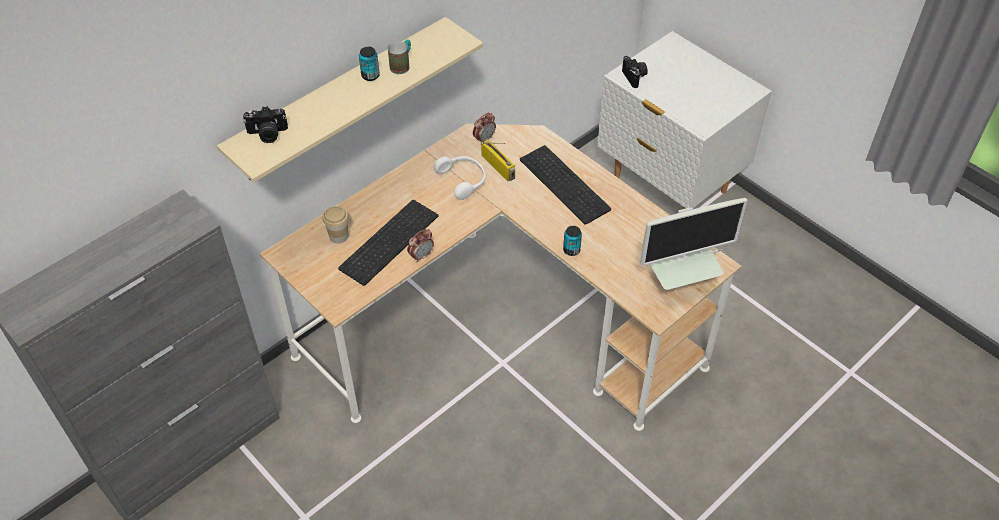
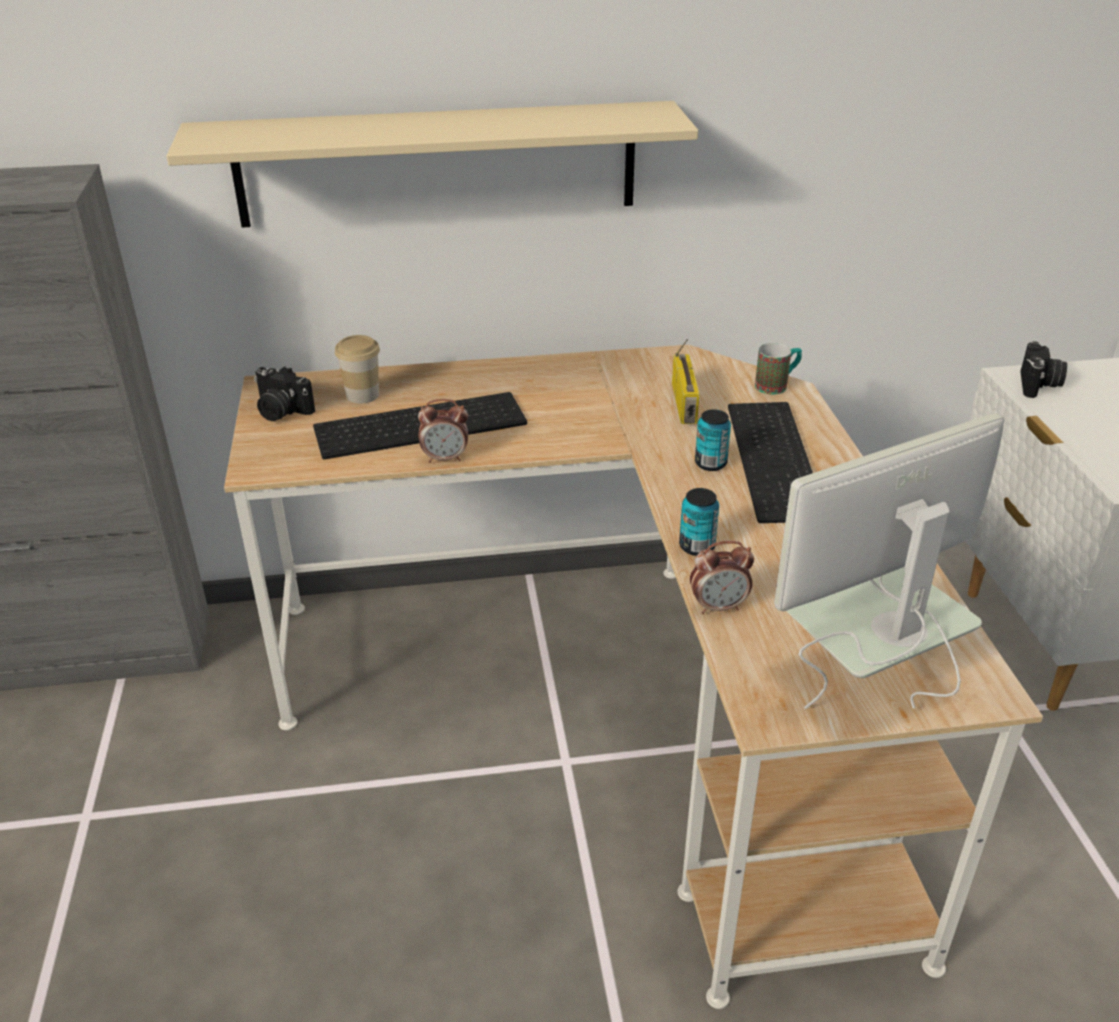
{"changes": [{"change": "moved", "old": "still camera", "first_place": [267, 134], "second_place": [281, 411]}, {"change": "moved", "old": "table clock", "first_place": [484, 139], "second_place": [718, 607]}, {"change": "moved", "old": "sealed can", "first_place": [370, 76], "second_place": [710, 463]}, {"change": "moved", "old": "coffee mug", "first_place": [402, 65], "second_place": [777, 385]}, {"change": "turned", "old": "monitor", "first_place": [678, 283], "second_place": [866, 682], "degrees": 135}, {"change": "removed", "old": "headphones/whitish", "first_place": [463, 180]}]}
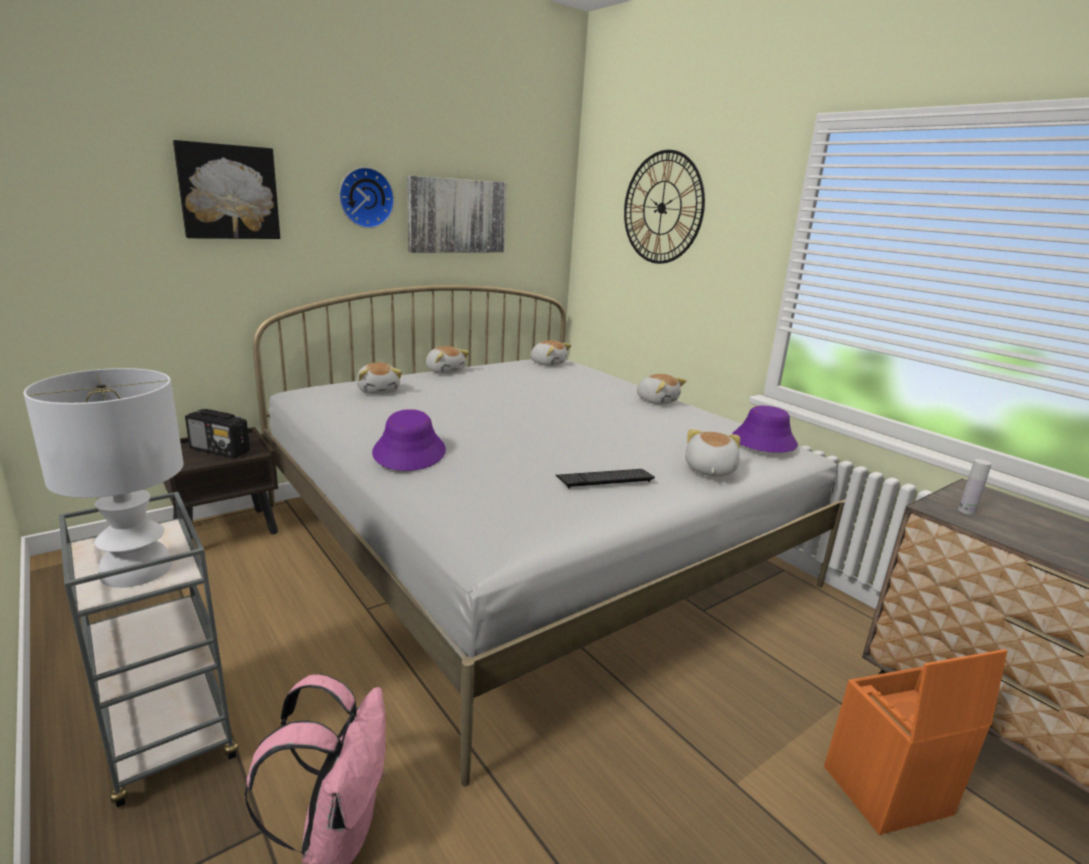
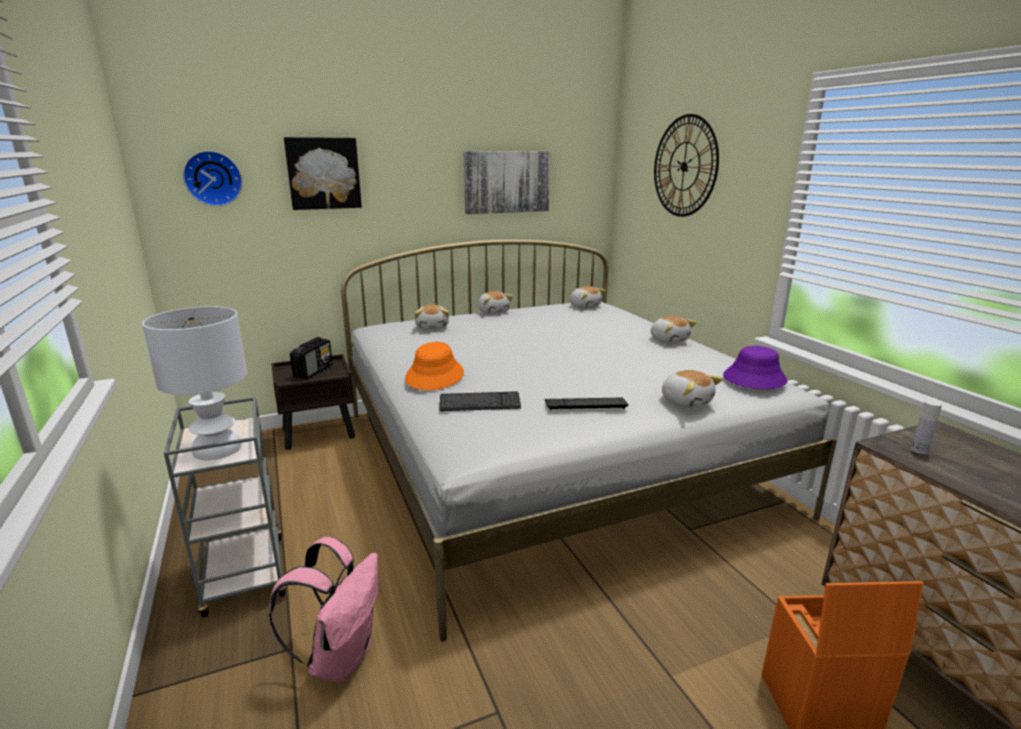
{"changes": [{"change": "moved", "old": "wall clock", "first_place": [365, 197], "second_place": [213, 178]}, {"change": "turned", "old": "radio receiver", "first_place": [220, 450], "second_place": [313, 371], "degrees": -105}, {"change": "recoloured", "old": "hat/purplish", "new": "hat/orange-coloured", "first_place": [409, 452], "second_place": [435, 376]}, {"change": "added", "new": "PC keyboard", "second_place": [480, 403]}, {"change": "turned", "old": "soft toy", "first_place": [709, 470], "second_place": [686, 401], "degrees": 120}]}
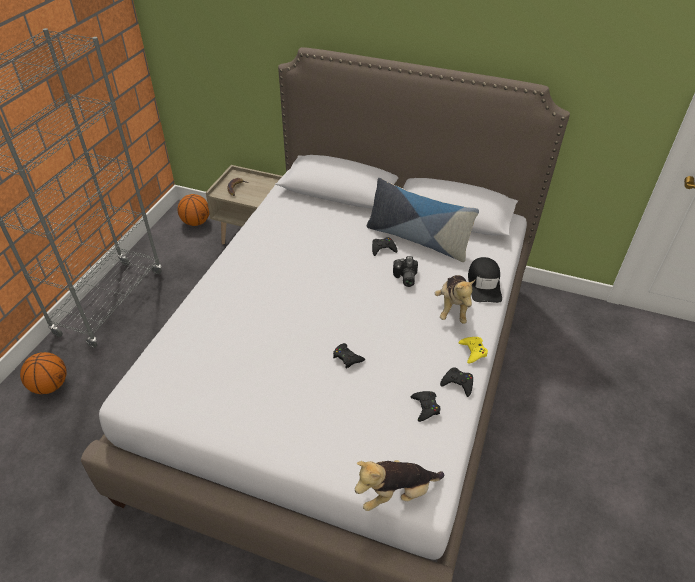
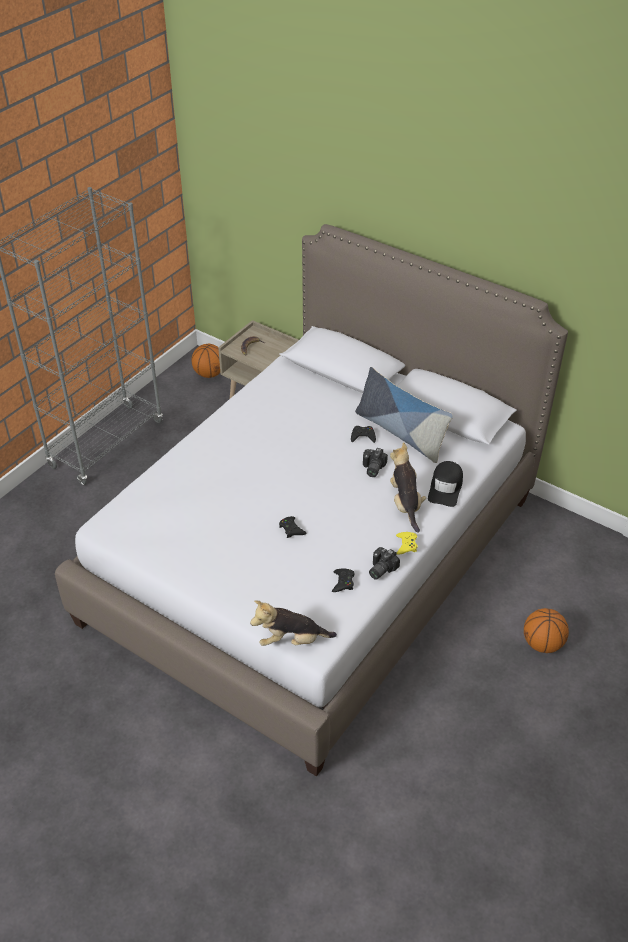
{"changes": [{"change": "replaced", "old": "joypad/black-coloured", "new": "still camera", "first_place": [458, 383], "second_place": [380, 569]}, {"change": "turned", "old": "soft toy", "first_place": [453, 308], "second_place": [405, 504], "degrees": 150}, {"change": "moved", "old": "ball for basketball", "first_place": [50, 386], "second_place": [542, 644]}]}
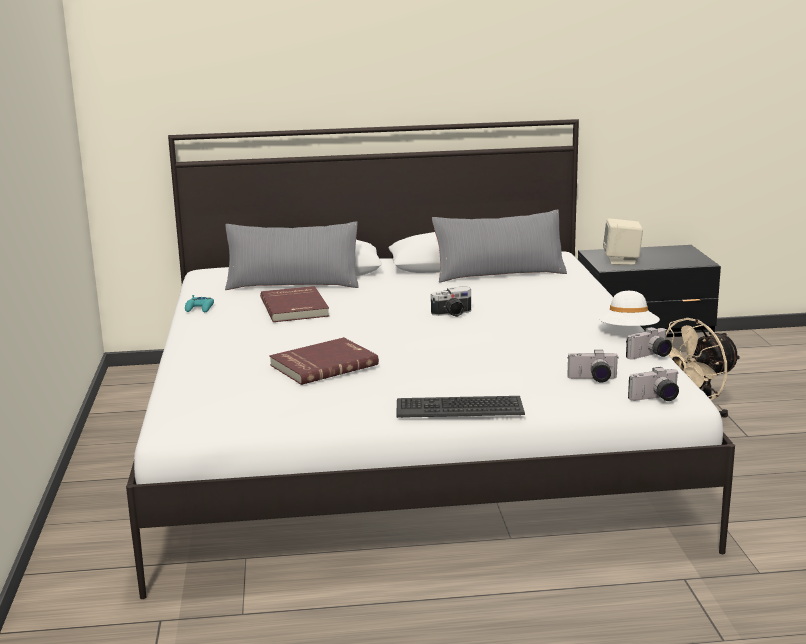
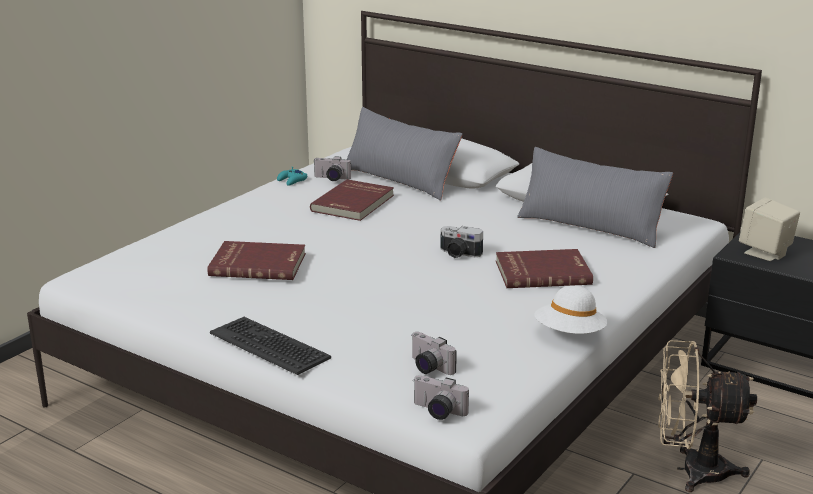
{"changes": [{"change": "moved", "old": "still camera", "first_place": [650, 356], "second_place": [331, 179]}, {"change": "added", "new": "book/reddish", "second_place": [542, 272]}]}
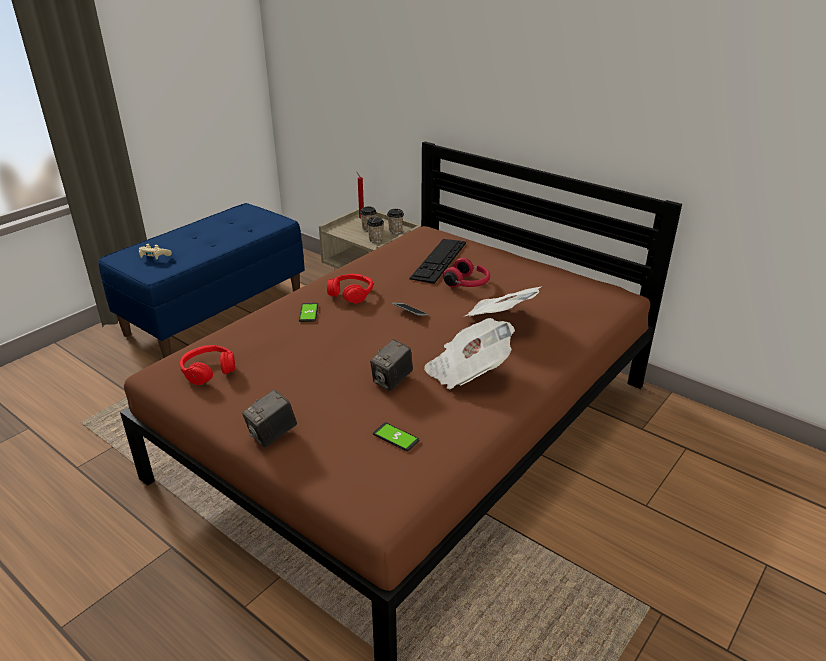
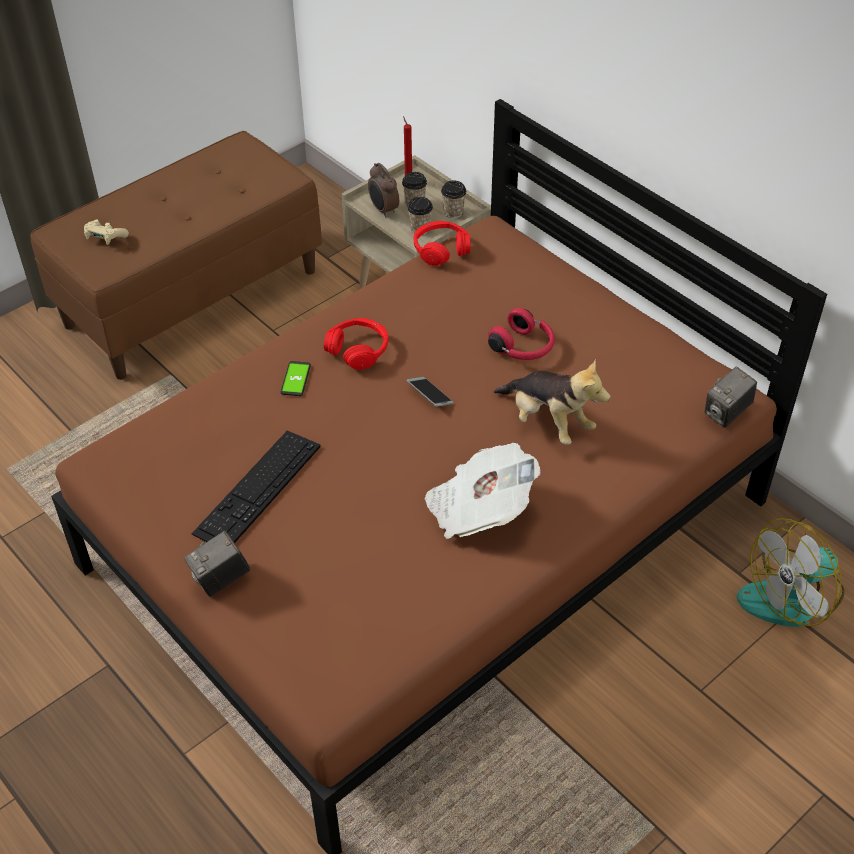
{"changes": [{"change": "recoloured", "old": "long seat/blue-coloured", "new": "long seat/brown", "first_place": [216, 312], "second_place": [192, 297]}, {"change": "moved", "old": "PC keyboard", "first_place": [438, 260], "second_place": [258, 489]}, {"change": "added", "new": "table clock", "second_place": [383, 210]}, {"change": "moved", "old": "headphones/reddish", "first_place": [208, 370], "second_place": [441, 250]}, {"change": "replaced", "old": "printed paper", "new": "soft toy", "first_place": [500, 319], "second_place": [548, 422]}, {"change": "moved", "old": "still camera", "first_place": [392, 381], "second_place": [726, 413]}, {"change": "added", "new": "fan", "second_place": [792, 596]}, {"change": "removed", "old": "telephone", "first_place": [396, 437]}]}
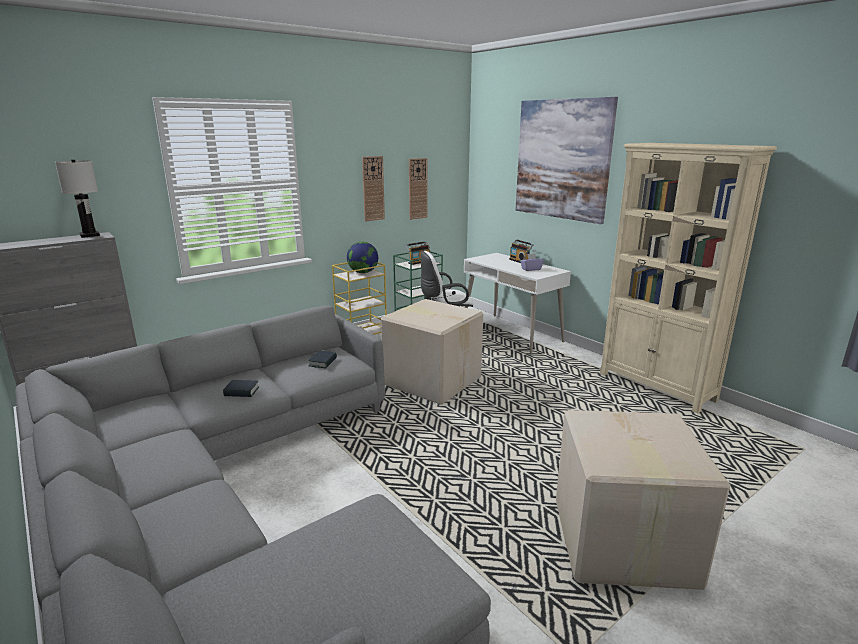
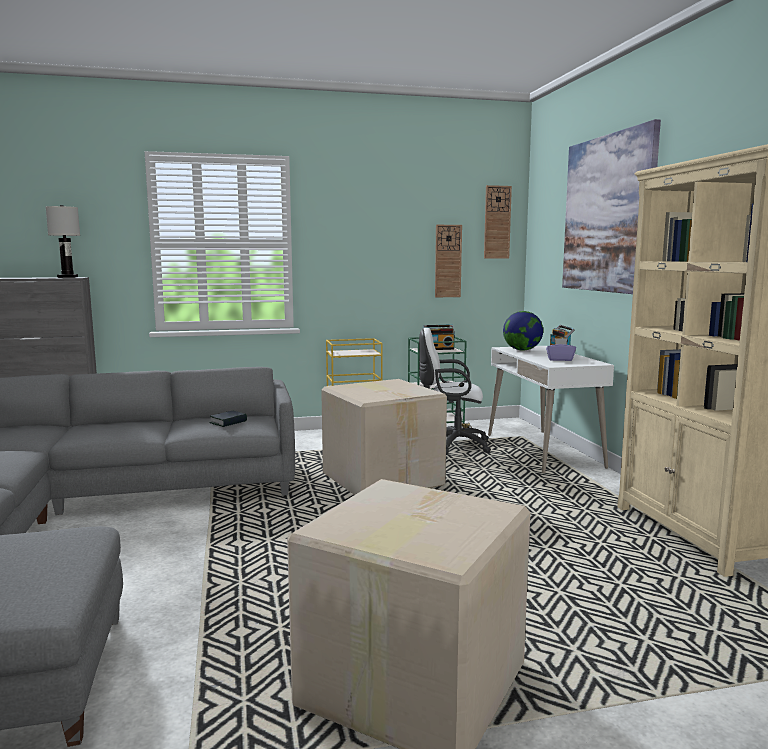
{"changes": [{"change": "moved", "old": "wall clock", "first_place": [373, 188], "second_place": [497, 222]}, {"change": "moved", "old": "world globe", "first_place": [363, 272], "second_place": [522, 350]}, {"change": "removed", "old": "book", "first_place": [241, 392]}]}
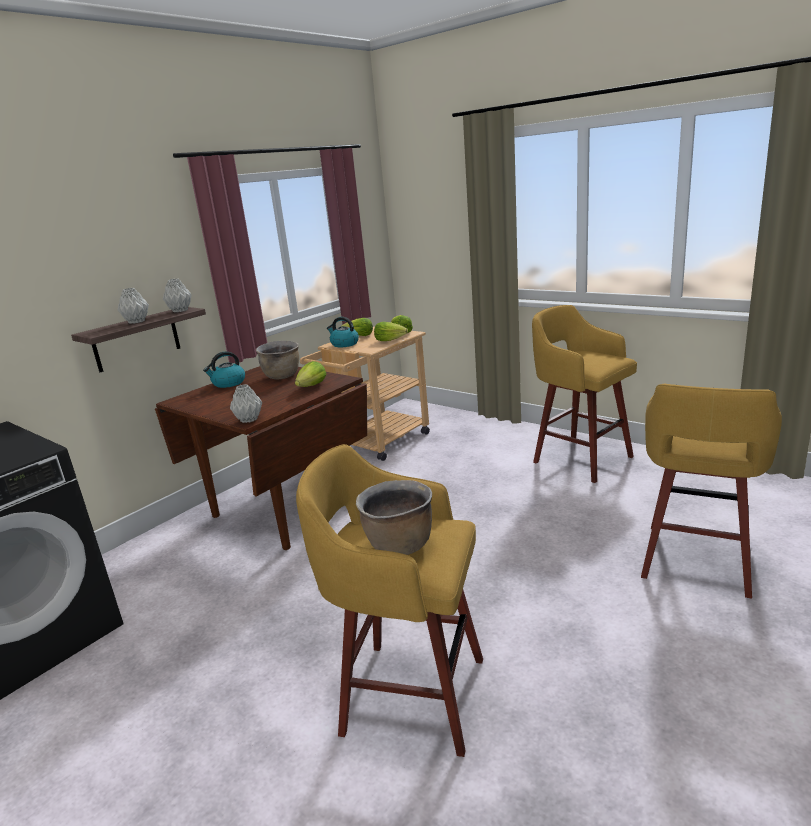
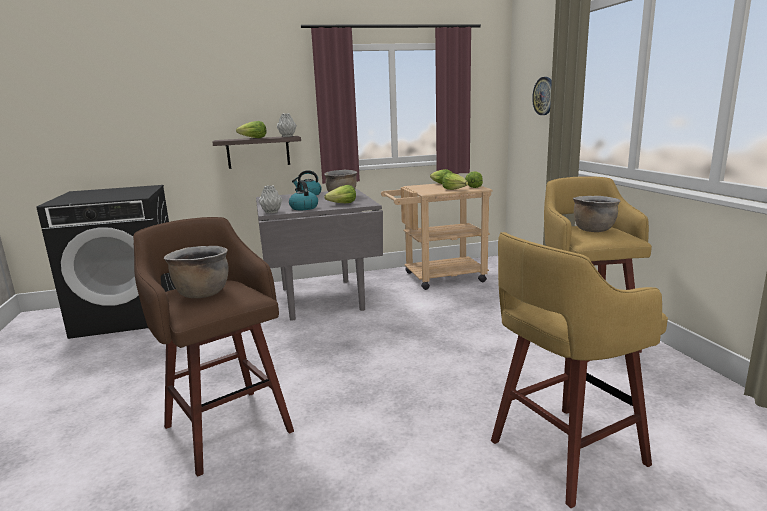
{"changes": [{"change": "recoloured", "old": "stool seat/yellow", "new": "stool seat/brown", "first_place": [409, 694], "second_place": [226, 426]}, {"change": "replaced", "old": "decorative vase/greyish", "new": "lettuce head", "first_place": [136, 322], "second_place": [253, 138]}, {"change": "recoloured", "old": "kitchen table/brown", "new": "kitchen table/greyish", "first_place": [284, 510], "second_place": [322, 298]}, {"change": "moved", "old": "water kettle", "first_place": [344, 344], "second_place": [303, 208]}, {"change": "added", "new": "wall clock", "second_place": [544, 96]}, {"change": "added", "new": "saucepot/brown", "second_place": [593, 230]}]}
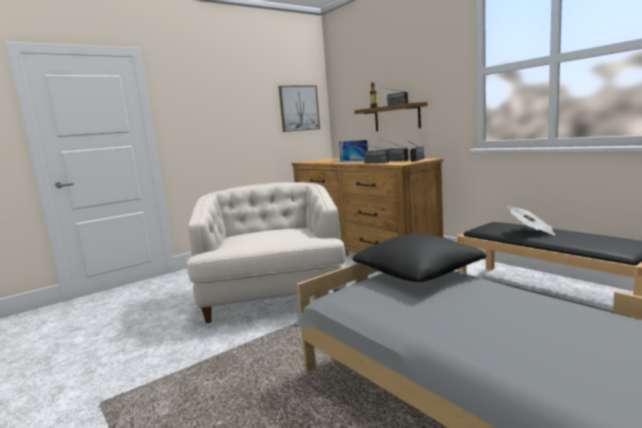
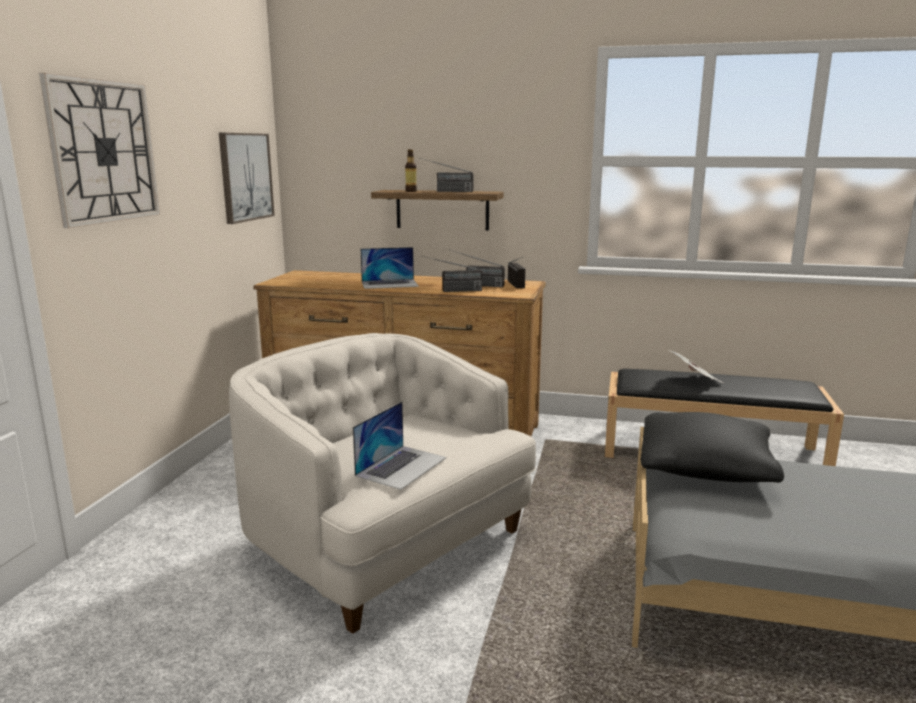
{"changes": [{"change": "added", "new": "wall clock", "second_place": [104, 152]}, {"change": "added", "new": "notebook computer", "second_place": [401, 466]}]}
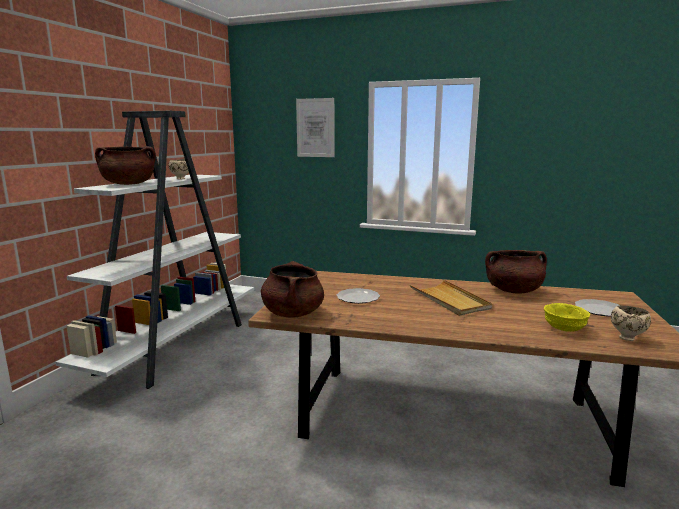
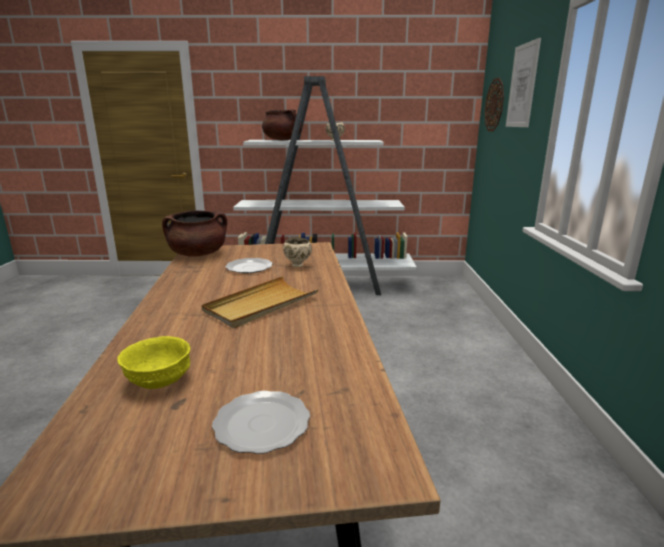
{"changes": [{"change": "moved", "old": "serving bowl/beige-coloured", "first_place": [627, 338], "second_place": [298, 265]}, {"change": "added", "new": "wall clock", "second_place": [494, 105]}, {"change": "removed", "old": "saucepot/brown", "first_place": [513, 290]}]}
